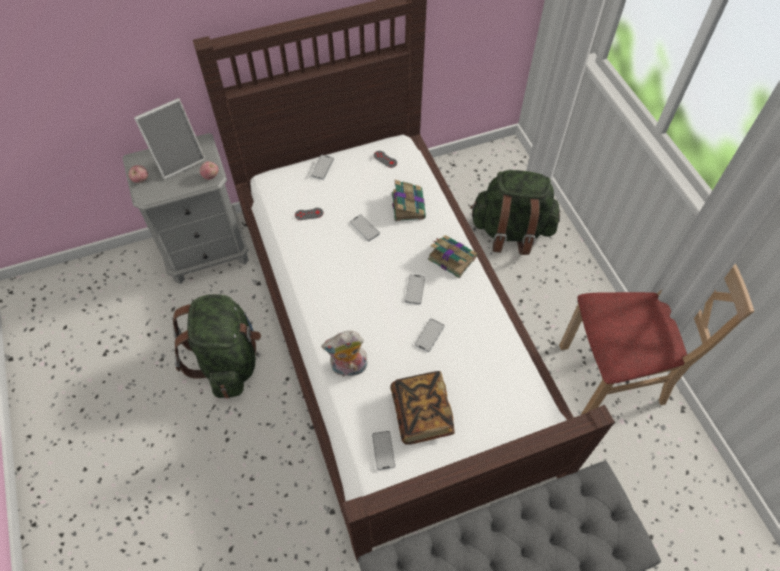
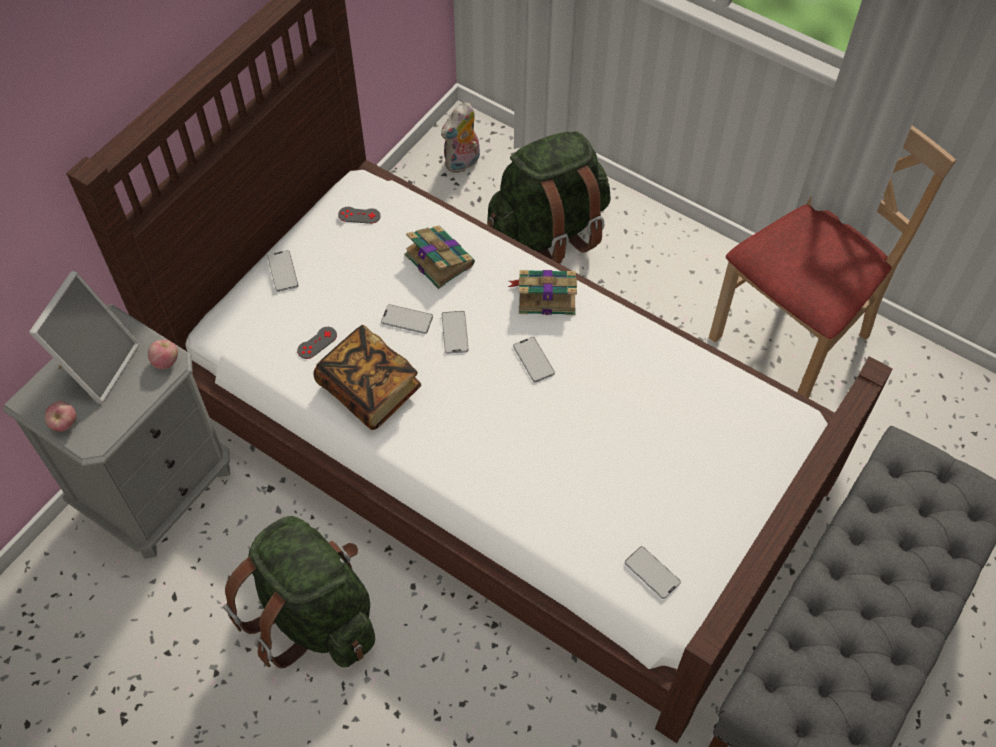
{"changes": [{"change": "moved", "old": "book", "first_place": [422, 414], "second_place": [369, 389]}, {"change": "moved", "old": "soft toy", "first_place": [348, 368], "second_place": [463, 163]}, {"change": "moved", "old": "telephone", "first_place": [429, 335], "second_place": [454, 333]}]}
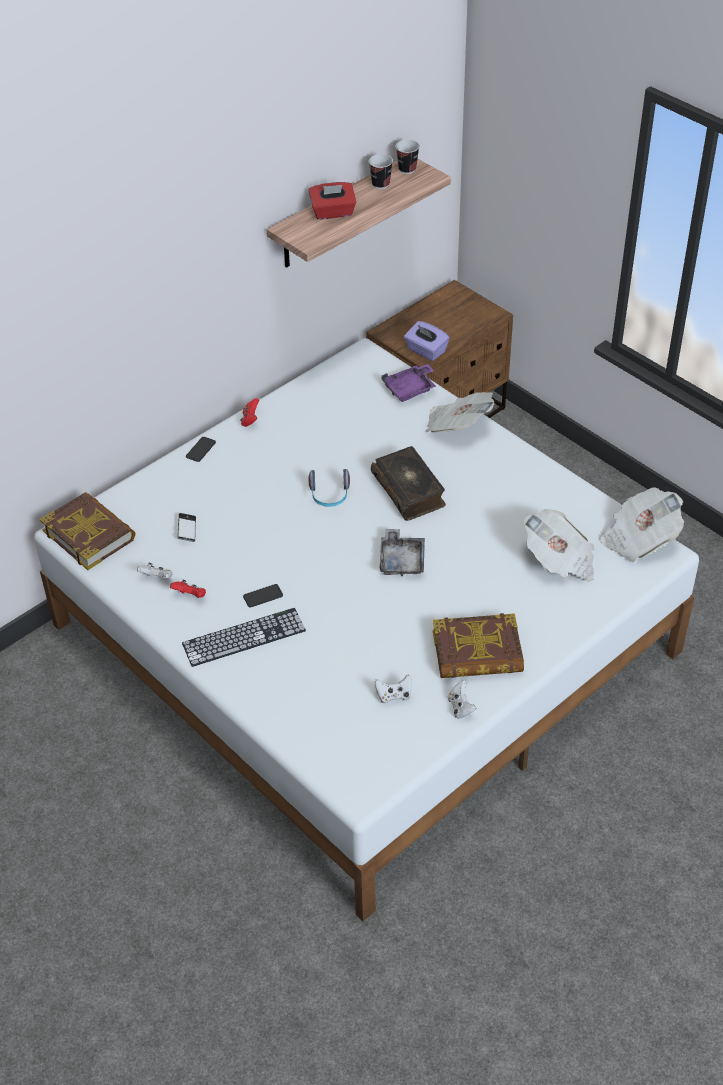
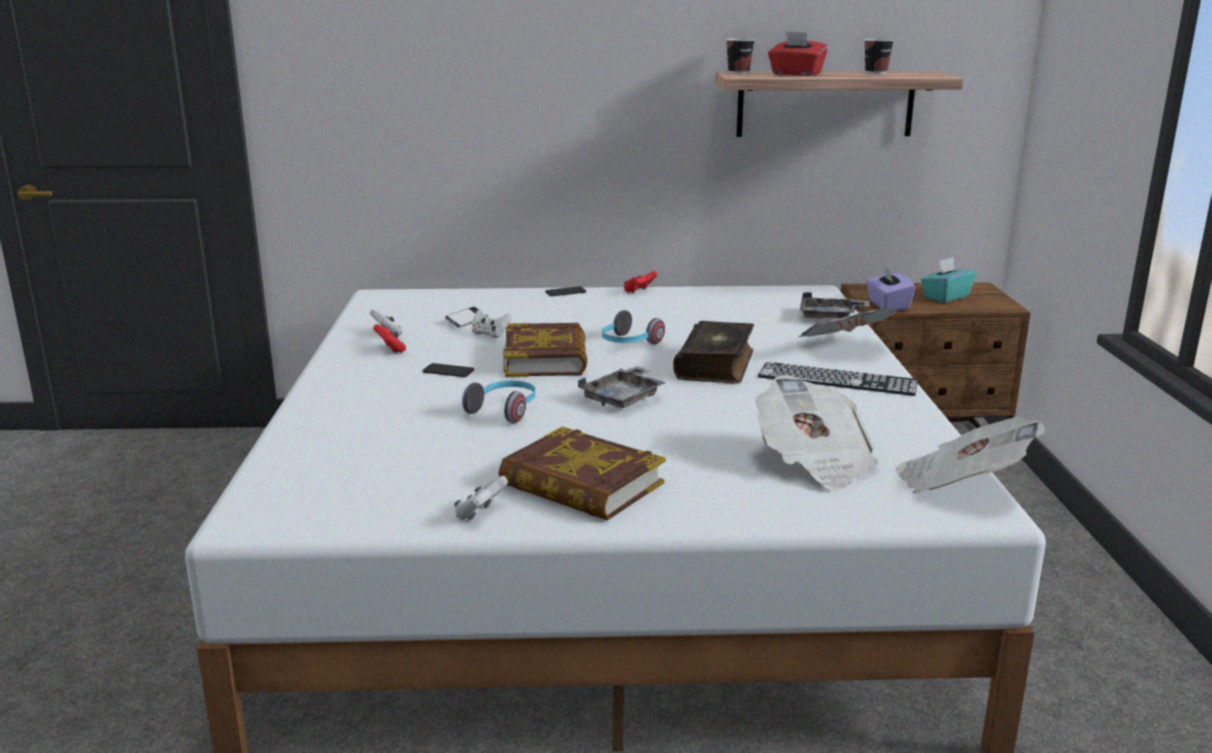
{"changes": [{"change": "added", "new": "headphones", "second_place": [505, 410]}, {"change": "moved", "old": "joypad/whitish", "first_place": [394, 695], "second_place": [490, 334]}, {"change": "moved", "old": "book", "first_place": [89, 535], "second_place": [546, 358]}, {"change": "moved", "old": "small cup", "first_place": [407, 169], "second_place": [738, 73]}, {"change": "moved", "old": "PC keyboard", "first_place": [244, 637], "second_place": [837, 379]}, {"change": "recoloured", "old": "carrying tray/purplish", "new": "carrying tray/greyish", "first_place": [410, 389], "second_place": [830, 317]}, {"change": "added", "new": "tissue holder/turquoise-coloured", "second_place": [945, 297]}]}
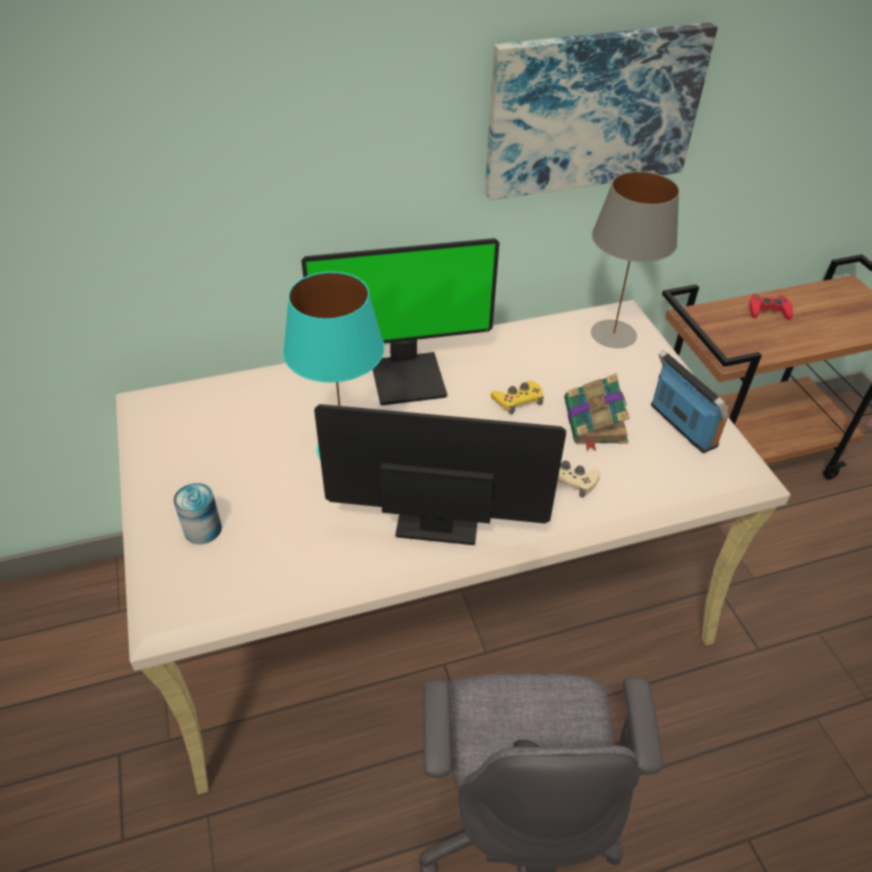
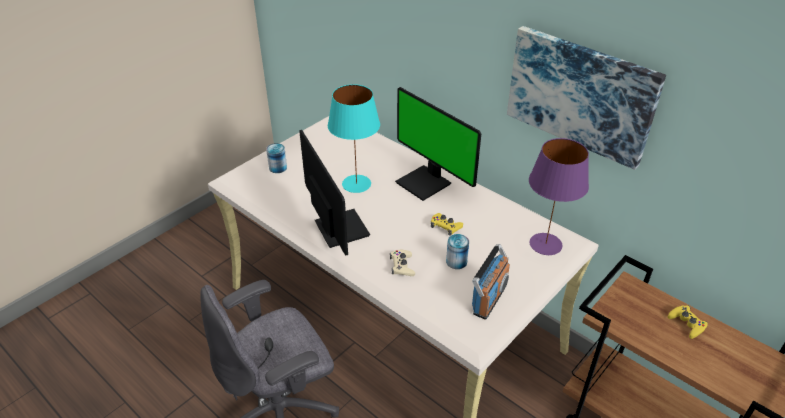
{"changes": [{"change": "replaced", "old": "book", "new": "sealed can", "first_place": [595, 423], "second_place": [456, 261]}, {"change": "recoloured", "old": "lamp for a table/greyish", "new": "lamp for a table/purplish", "first_place": [612, 333], "second_place": [545, 243]}, {"change": "recoloured", "old": "joypad/reddish", "new": "joypad/yellow", "first_place": [768, 311], "second_place": [687, 323]}]}
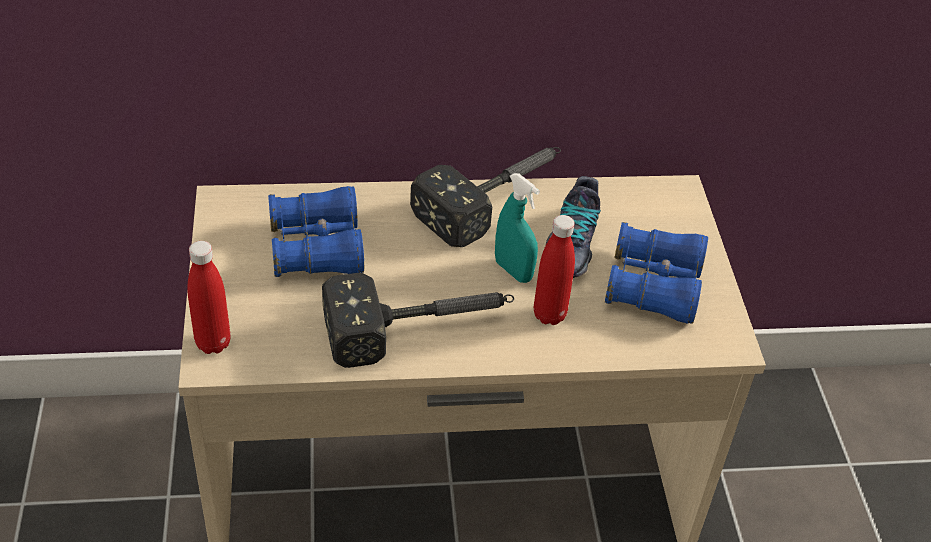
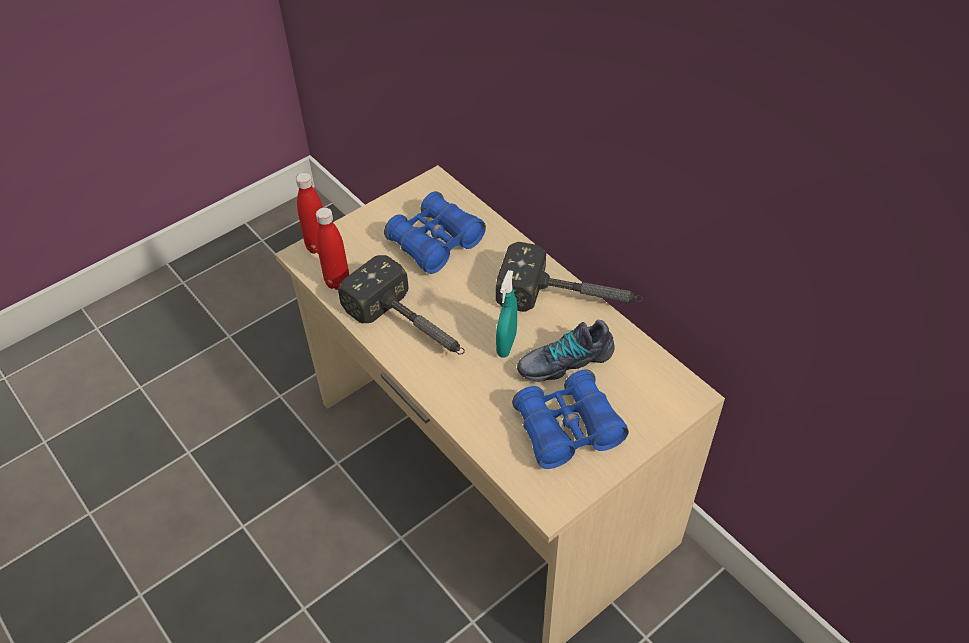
{"changes": [{"change": "moved", "old": "bottle/reddish", "first_place": [549, 315], "second_place": [337, 282]}]}
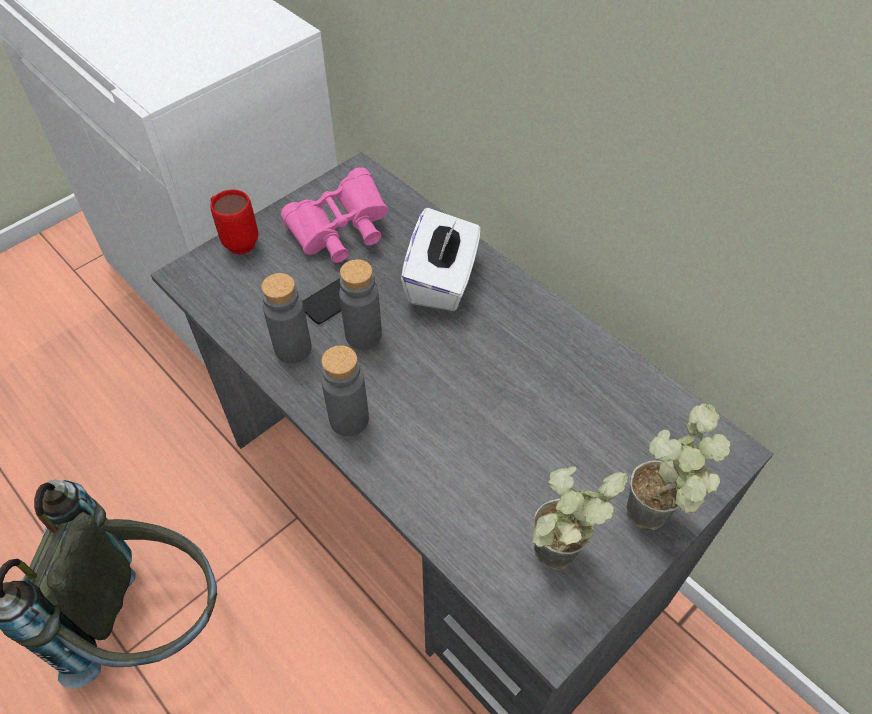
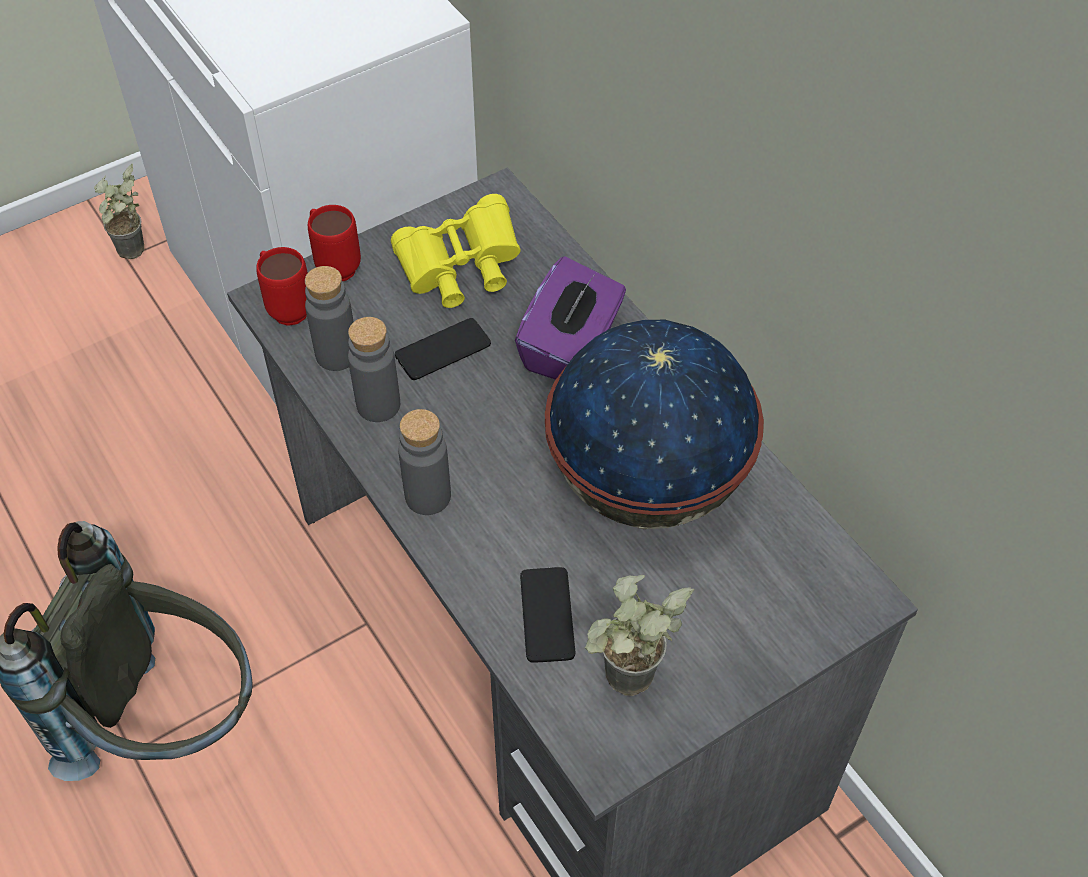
{"changes": [{"change": "moved", "old": "plant in a pot", "first_place": [656, 521], "second_place": [134, 256]}, {"change": "added", "new": "coffee mug/reddish", "second_place": [286, 307]}, {"change": "moved", "old": "bottle/greyish", "first_place": [363, 335], "second_place": [337, 354]}, {"change": "recoloured", "old": "pair of binoculars/pinkish", "new": "pair of binoculars/yellow", "first_place": [340, 233], "second_place": [460, 271]}, {"change": "recoloured", "old": "tissue holder/whitish", "new": "tissue holder/purplish", "first_place": [442, 281], "second_place": [571, 347]}, {"change": "added", "new": "telephone", "second_place": [547, 615]}, {"change": "added", "new": "world globe", "second_place": [645, 482]}]}
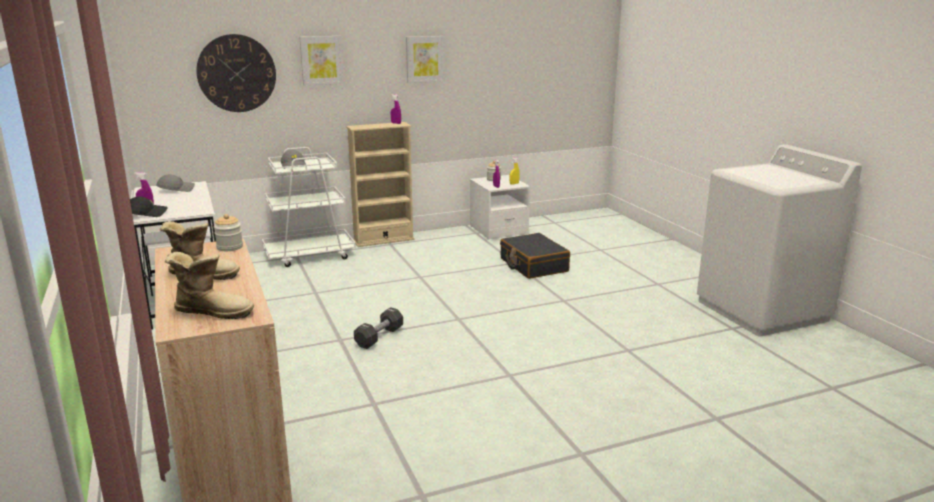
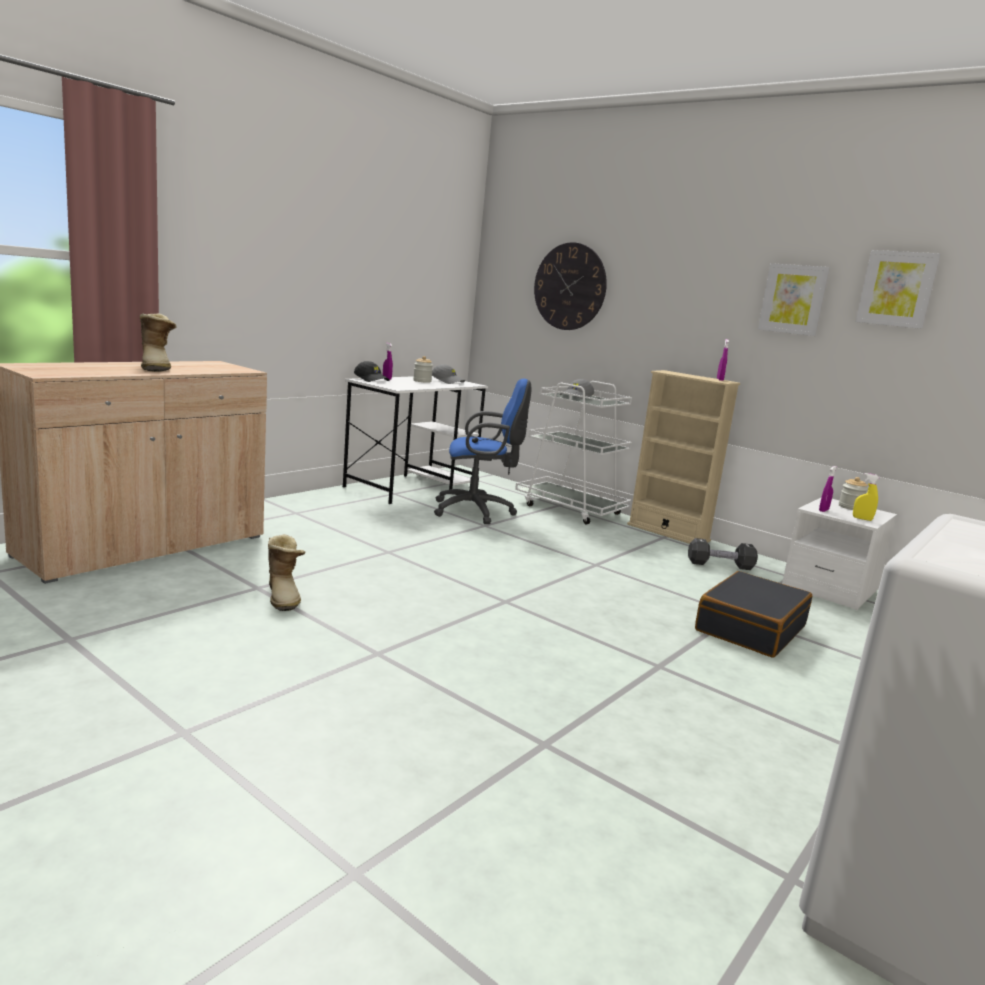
{"changes": [{"change": "moved", "old": "high-top boot", "first_place": [213, 311], "second_place": [284, 596]}, {"change": "moved", "old": "storage jar", "first_place": [230, 247], "second_place": [422, 381]}, {"change": "added", "new": "computer chair/blue-coloured", "second_place": [477, 512]}, {"change": "moved", "old": "free weight/black-coloured", "first_place": [379, 337], "second_place": [720, 565]}, {"change": "moved", "old": "wall art", "first_place": [321, 60], "second_place": [897, 289]}]}
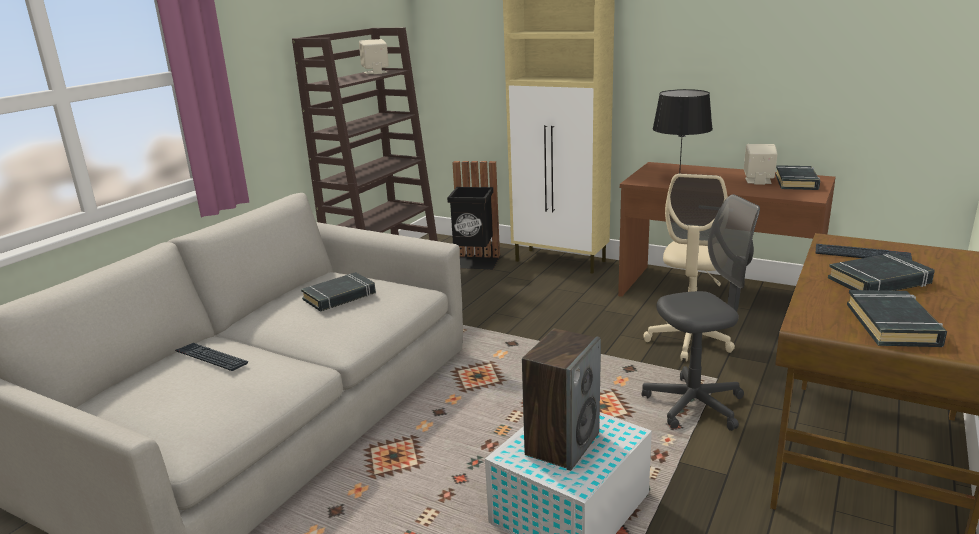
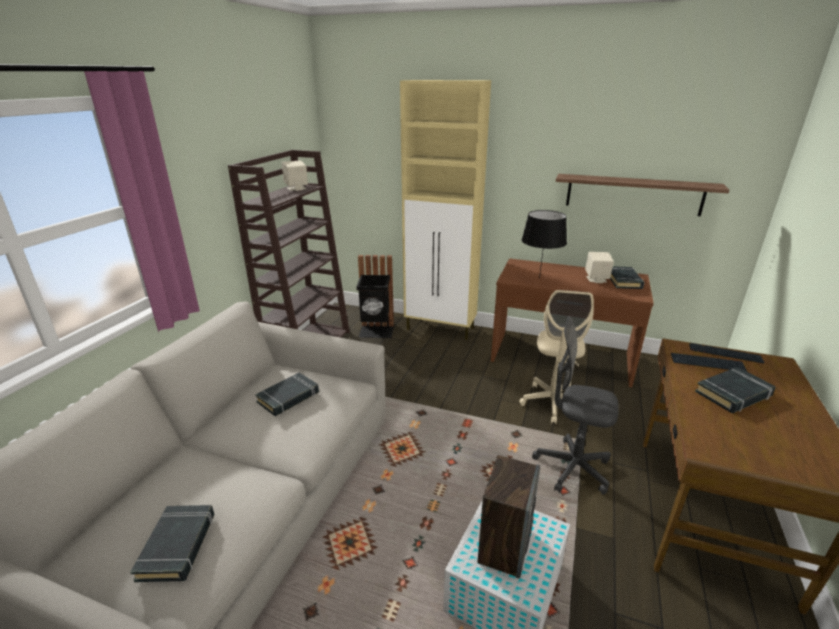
{"changes": [{"change": "moved", "old": "book/black-coloured", "first_place": [893, 325], "second_place": [178, 546]}, {"change": "turned", "old": "computer chair/greyish", "first_place": [694, 405], "second_place": [572, 468], "degrees": -135}, {"change": "added", "new": "wall shelf", "second_place": [633, 194]}, {"change": "moved", "old": "PC keyboard", "first_place": [211, 358], "second_place": [725, 354]}]}
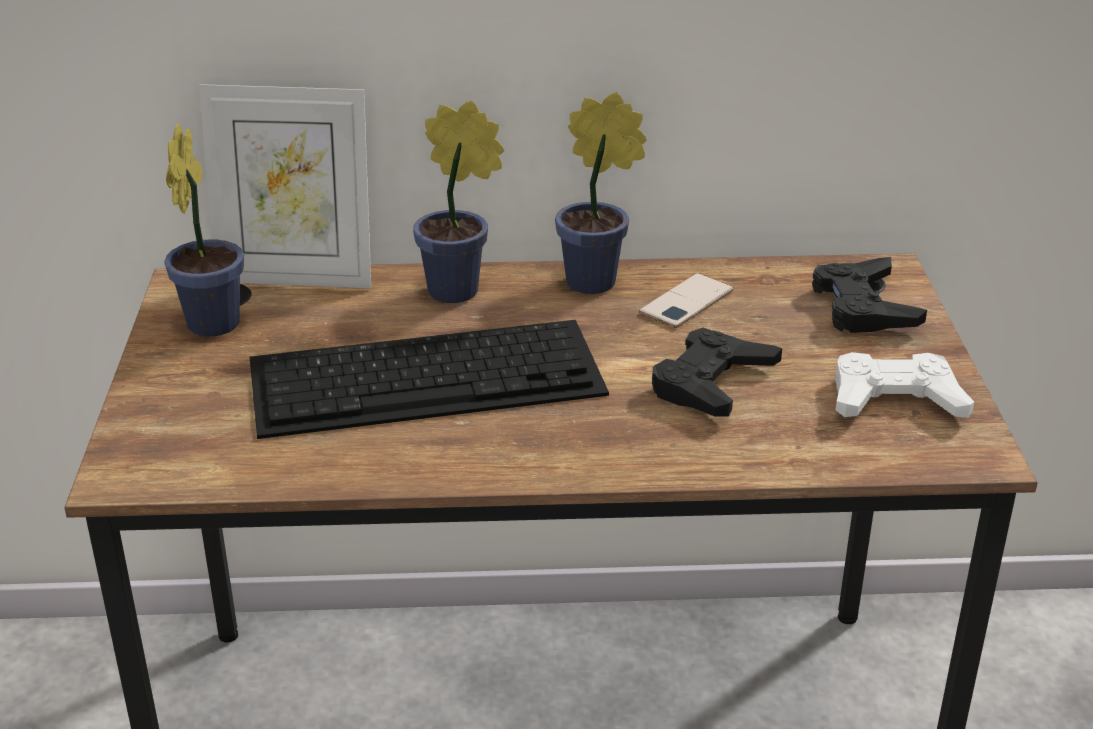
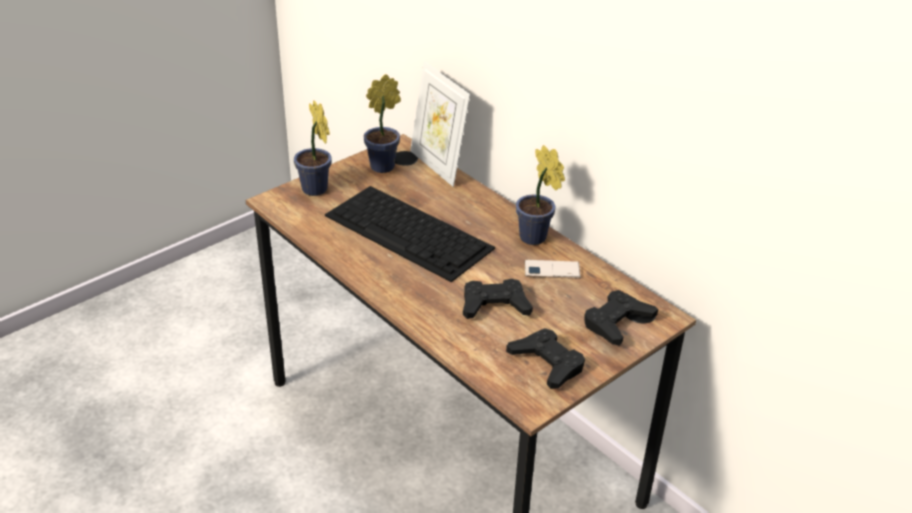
{"changes": [{"change": "moved", "old": "plant in a pot", "first_place": [460, 292], "second_place": [316, 191]}, {"change": "recoloured", "old": "joypad/whitish", "new": "joypad/black-coloured", "first_place": [895, 399], "second_place": [547, 363]}]}
